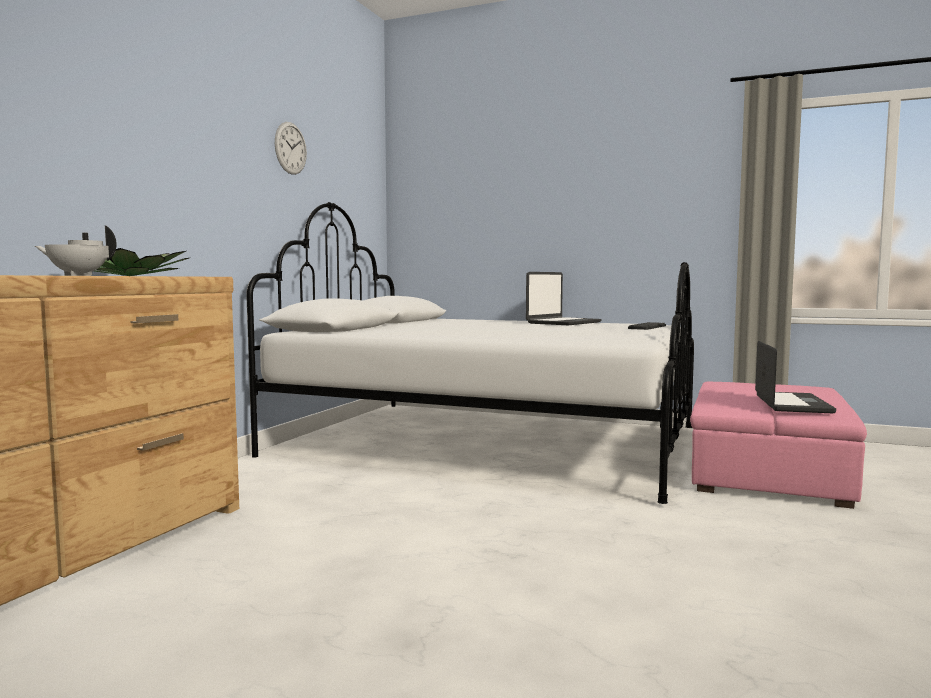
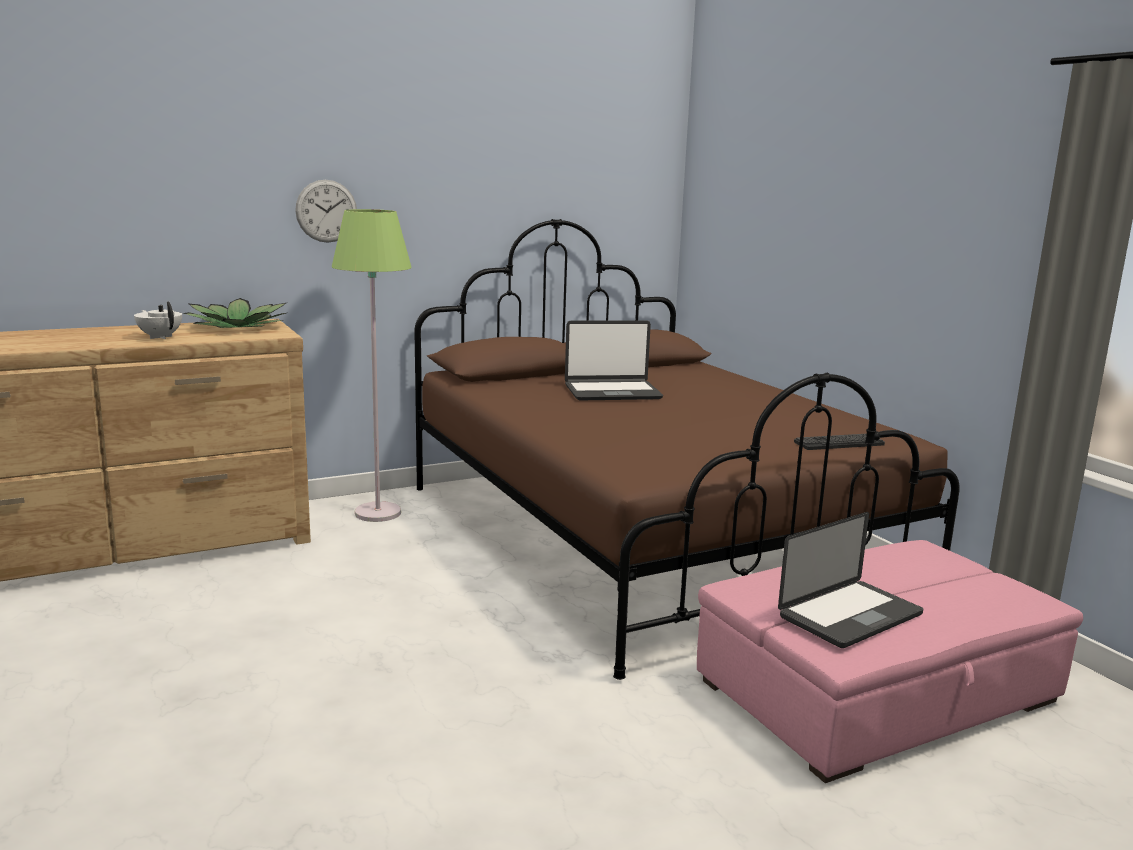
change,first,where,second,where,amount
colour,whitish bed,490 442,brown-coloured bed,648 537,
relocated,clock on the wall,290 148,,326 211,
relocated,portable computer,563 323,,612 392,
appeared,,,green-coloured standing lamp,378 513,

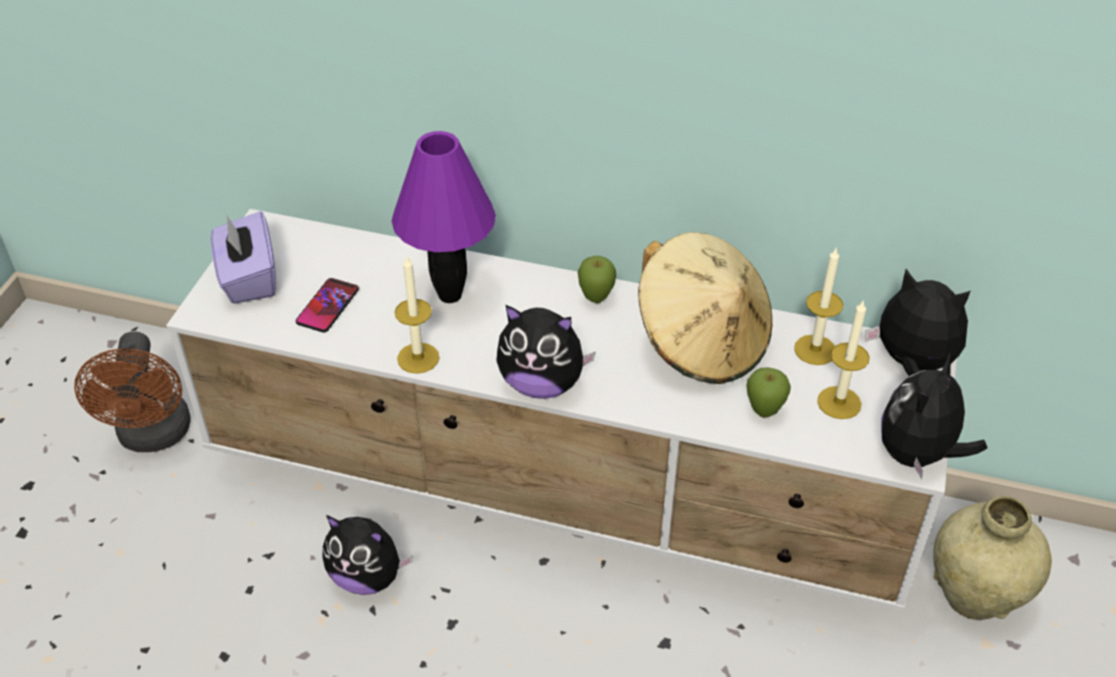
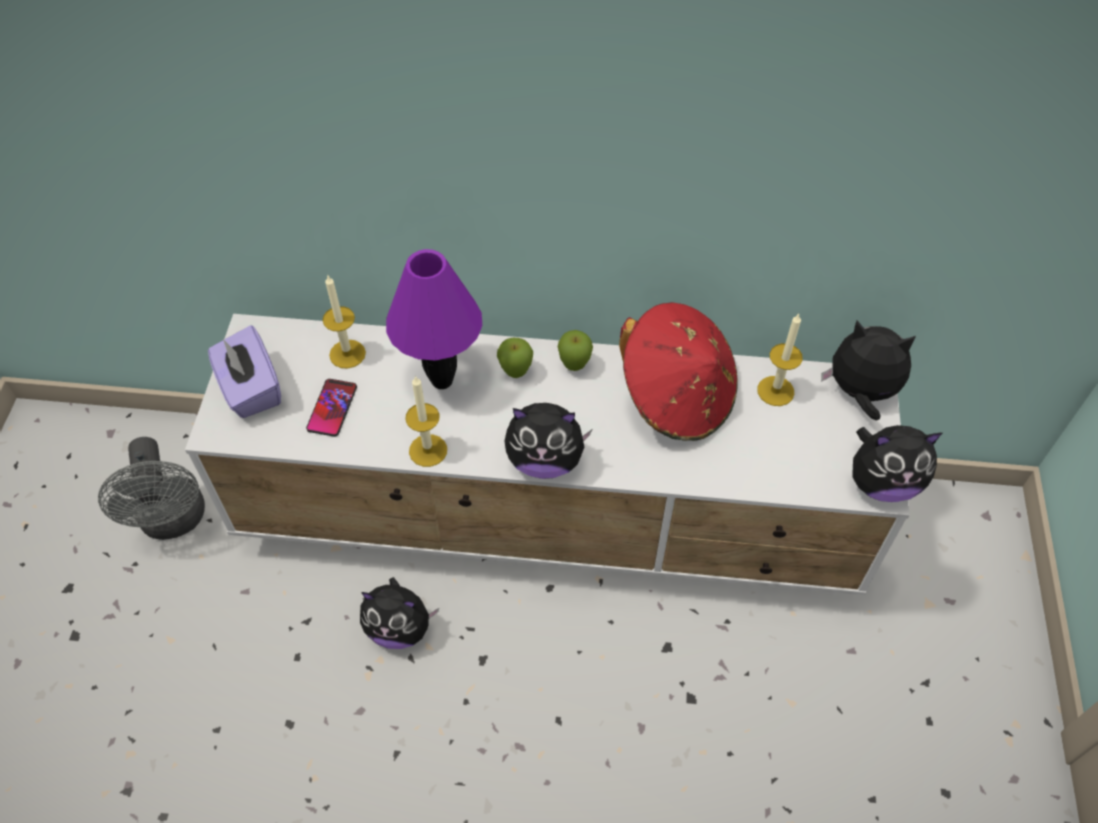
change,first,where,second,where,amount
colour,brown-coloured fan,154 436,gray fan,174 521,
colour,beige clothing hat,702 341,red clothing hat,676 396,
relocated,whole apple,764 412,,515 373,
relocated,candle,839 402,,347 354,
spun,cuddly toy,918 455,,882 482,120 degrees counterclockwise
missing,beige decorative vase,975 596,,,

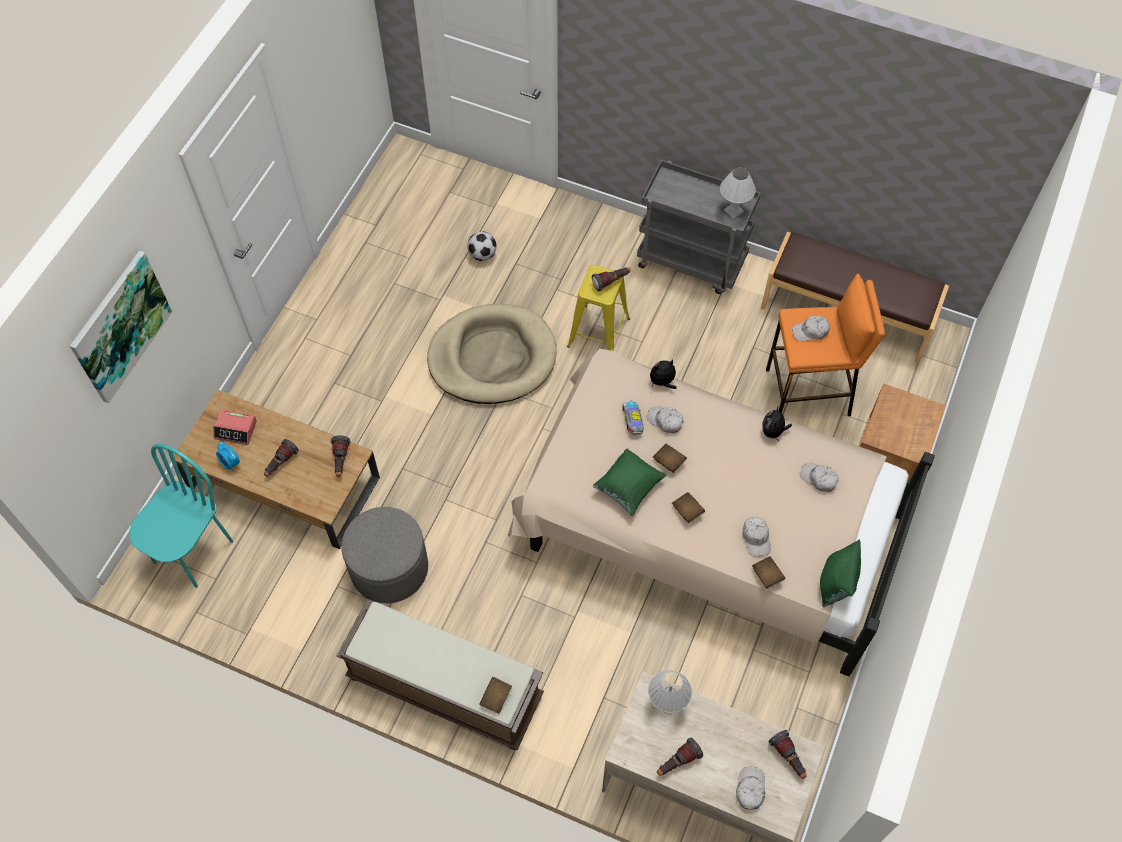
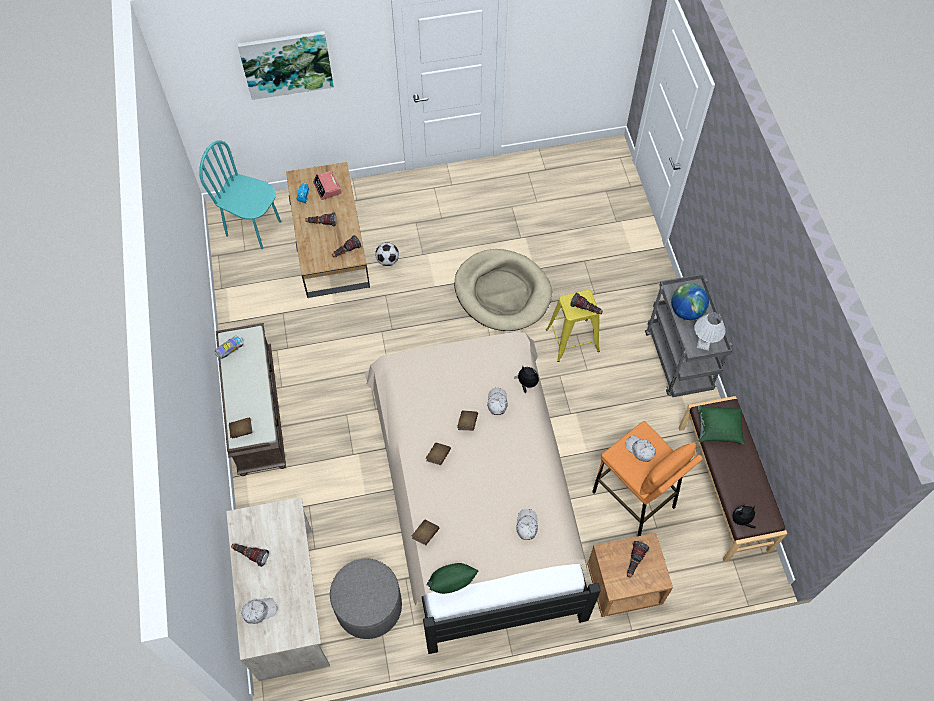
change,first,where,second,where,amount
spun,blue-green plain chair,193 551,,254 228,150 degrees counterclockwise
relocated,gray ottoman,389 568,,369 606,
relocated,ball for football,482 255,,387 260,
relocated,green-coloured pillow,628 488,,717 429,
relocated,miniature car,633 421,,229 350,
missing,whitish lamp for a table,666 704,,,
missing,whitish cap,756 538,,,
relocated,cuddly toy,773 432,,741 520,
relocated,torch,788 758,,634 562,
appeared,,,desk globe,686 311,

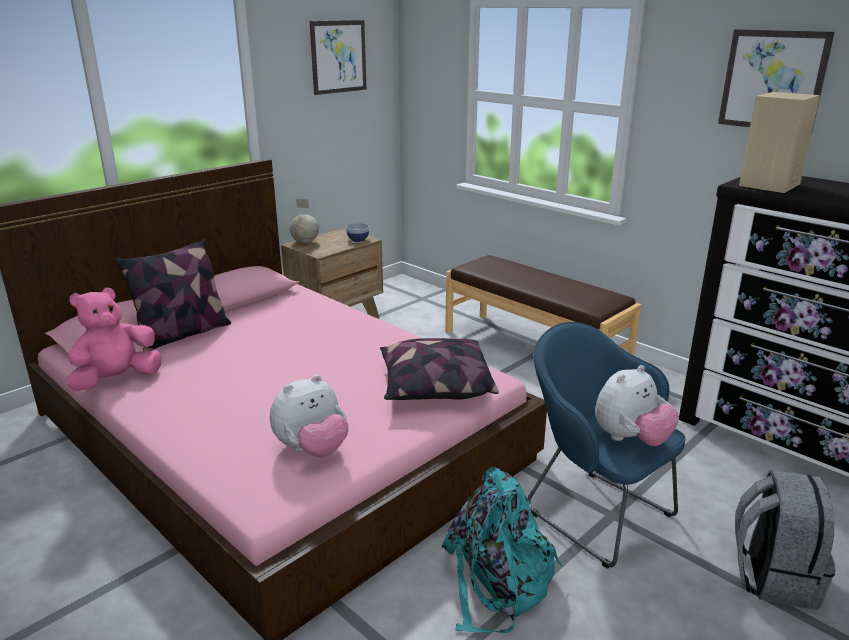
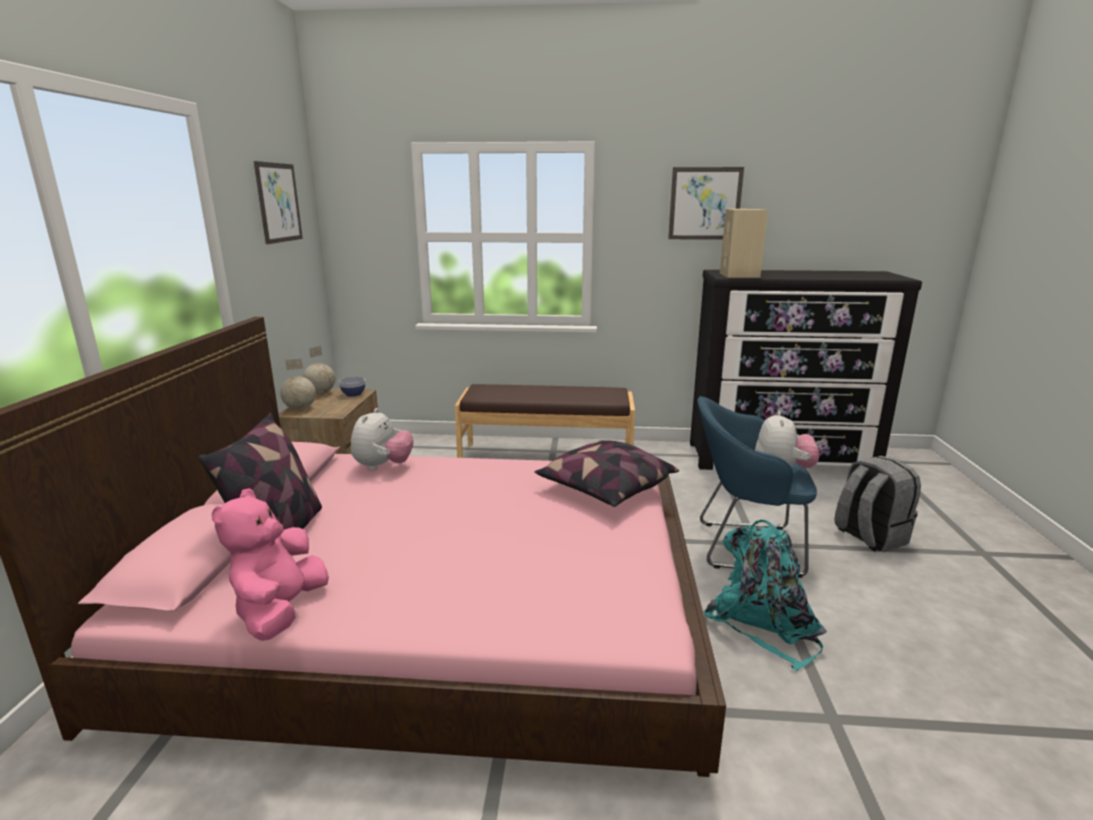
change,first,where,second,where,amount
relocated,cuddly toy,312 450,,383 466,
appeared,,,desk globe,320 393,

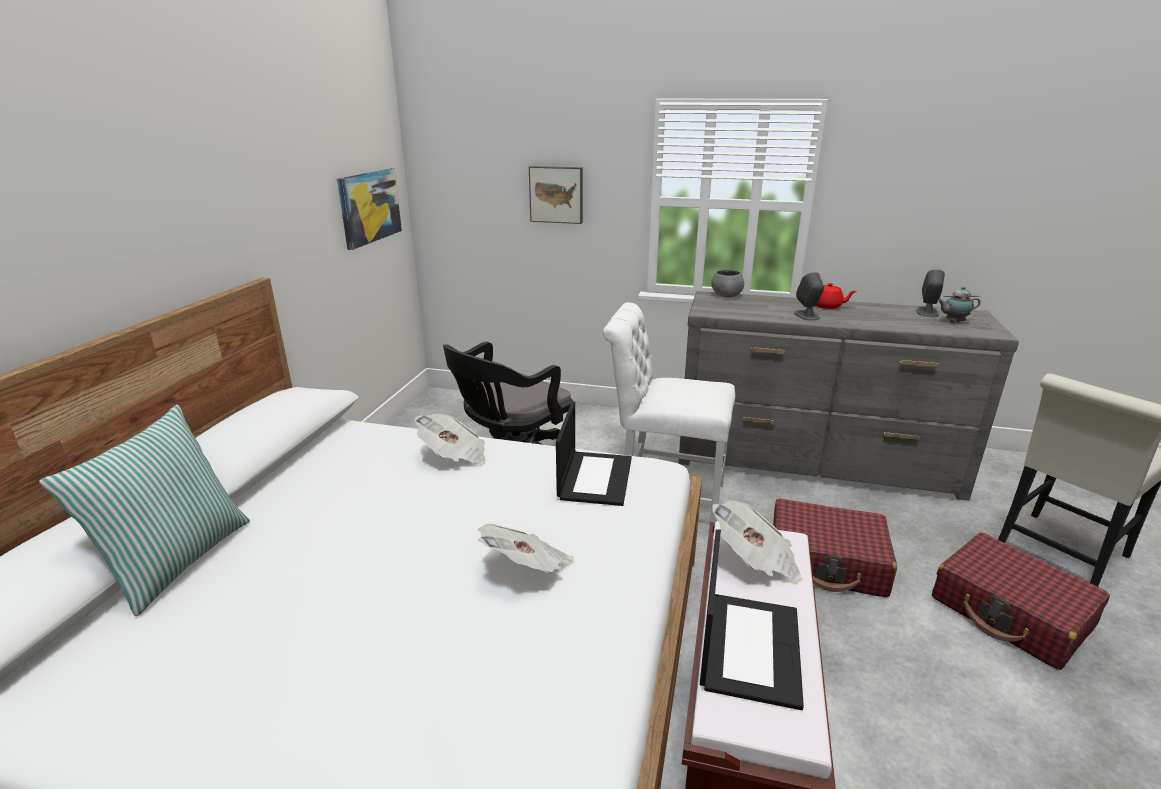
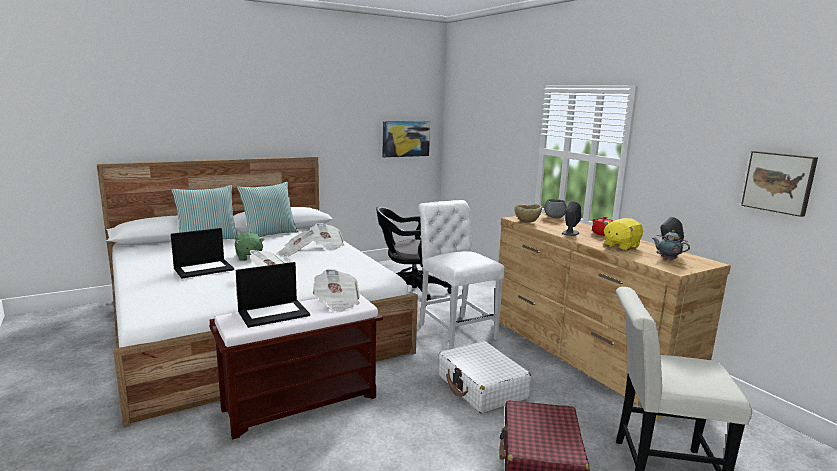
change,first,where,second,where,amount
relocated,wall picture,556 194,,779 182,
relocated,portable computer,594 477,,204 269,
colour,gray chest of drawers,815 461,brown-coloured chest of drawers,584 356,
colour,red piece of luggage,826 561,whitish piece of luggage,482 387,
appeared,,,green-coloured cuddly toy,249 257,
appeared,,,pillow,269 234,
appeared,,,printed paper,296 253,
appeared,,,beige deep dish,527 222,
appeared,,,yellowish cuddly toy,620 246,

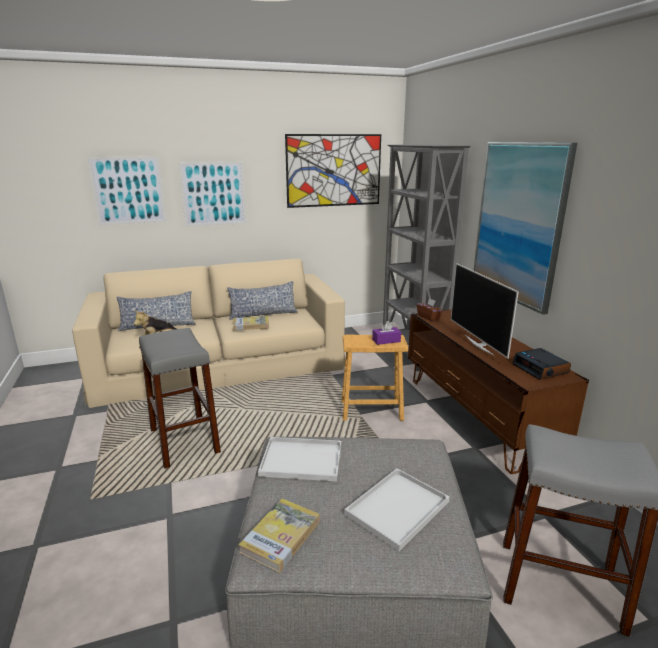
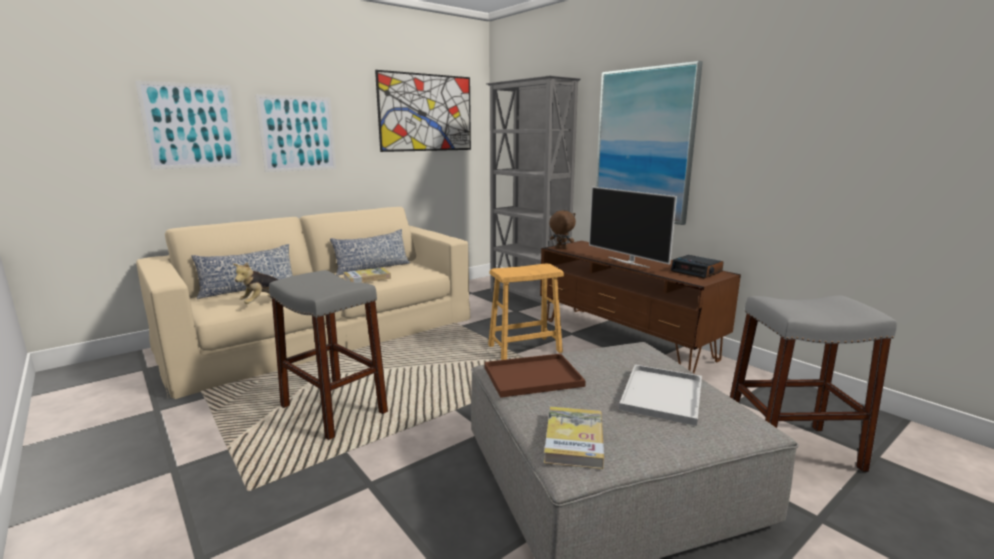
change,first,where,second,where,amount
colour,whitish carrying tray,303 459,brown-coloured carrying tray,534 376,
missing,purple-coloured tissue holder,386 340,,,
exchanged,brown-coloured tissue holder,429 317,brown-coloured cuddly toy,561 248,

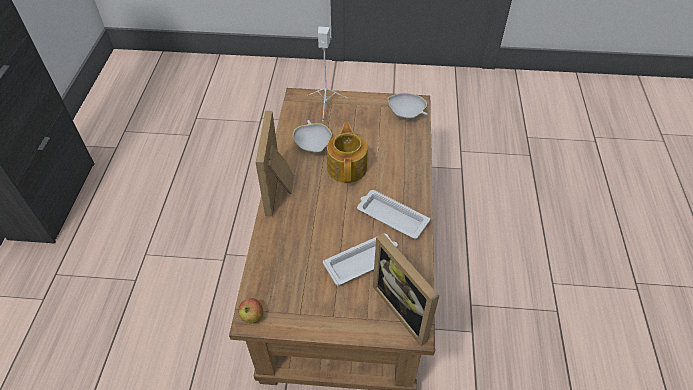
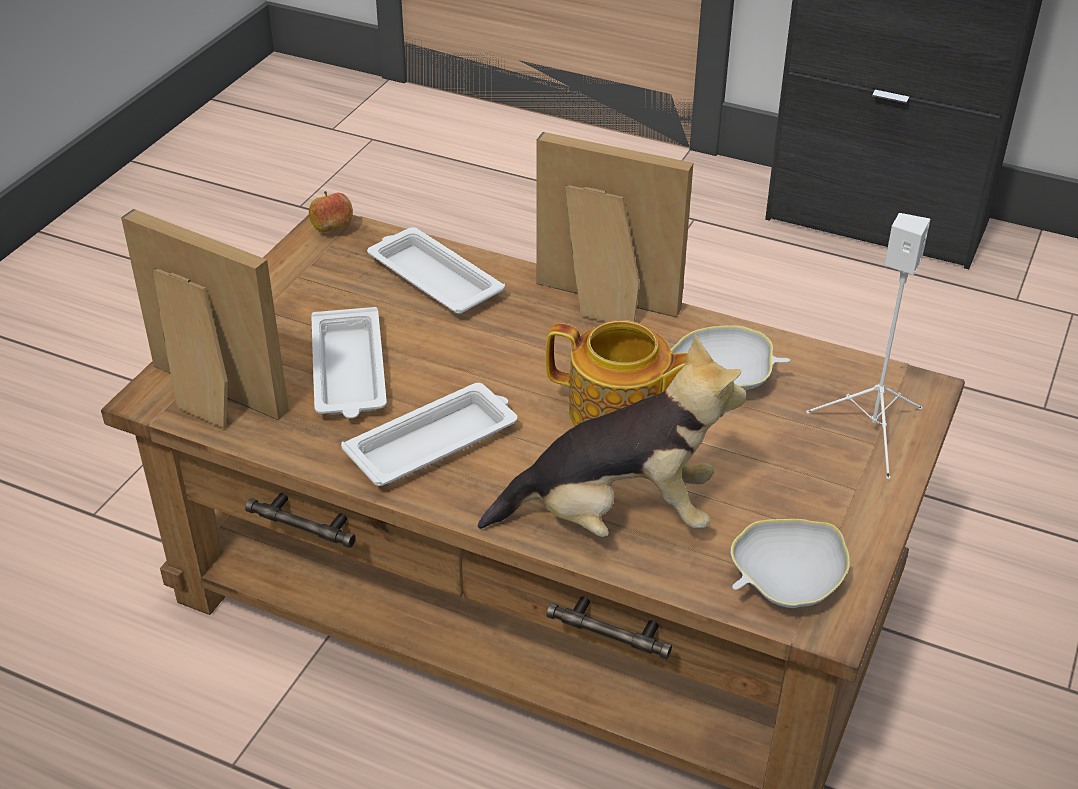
change,first,where,second,where,amount
spun,photo frame,406 308,,207 399,45 degrees clockwise
appeared,,,whitish carrying tray,433 278,
appeared,,,cuddly toy,616 517,

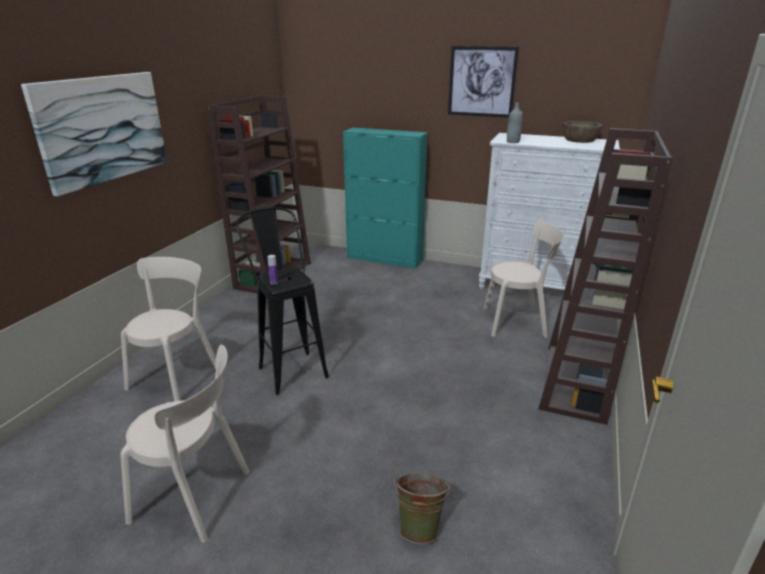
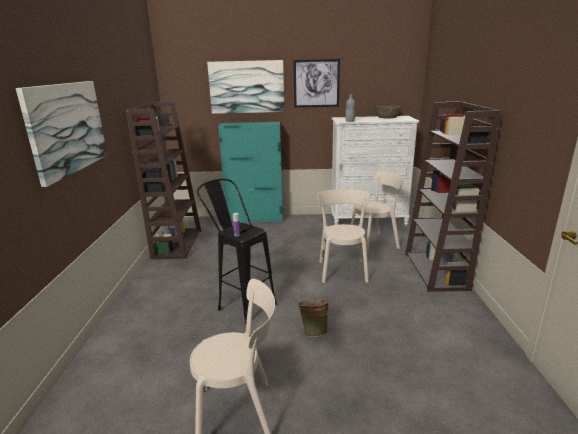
change,first,where,second,where,amount
relocated,beige plain chair,177 376,,342 270,
relocated,green-coloured bucket,420 526,,314 331,
appeared,,,wall picture,246 87,

